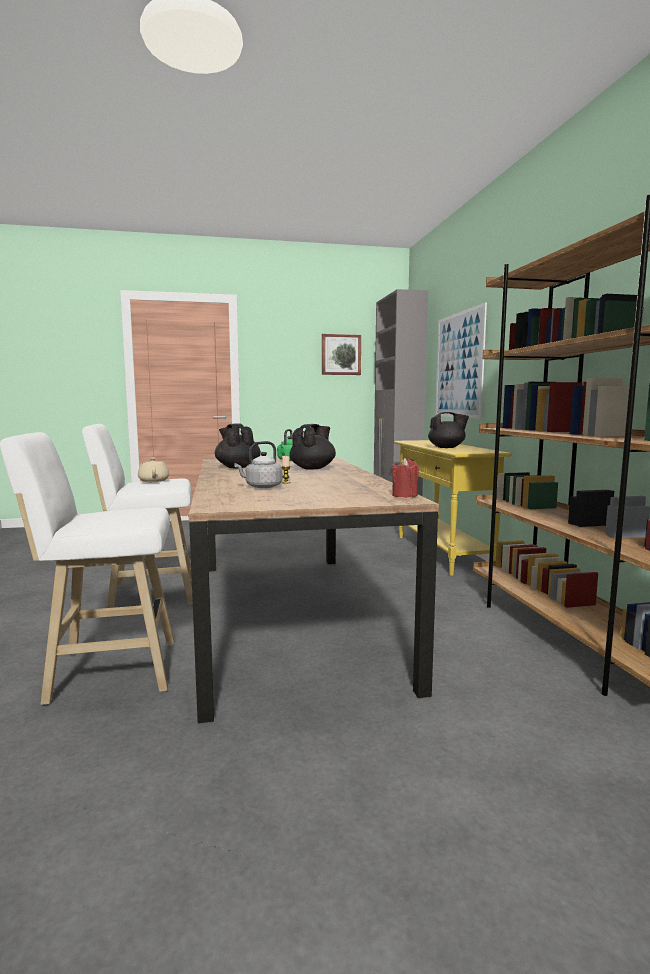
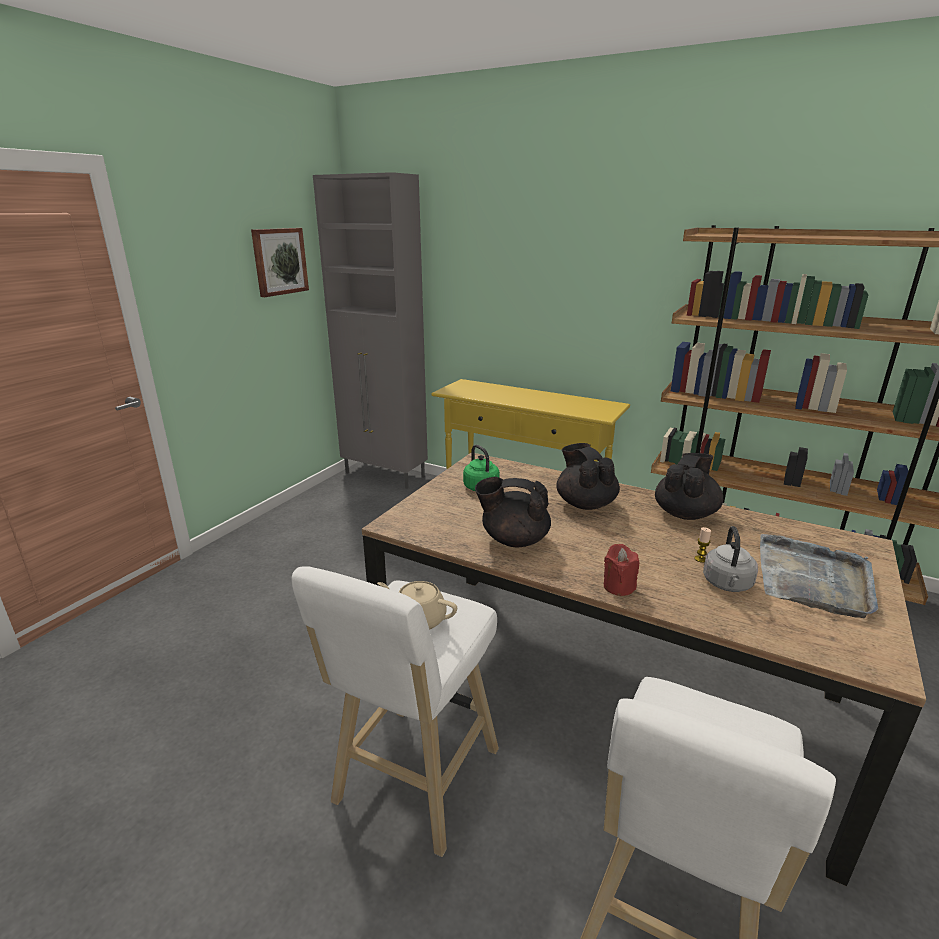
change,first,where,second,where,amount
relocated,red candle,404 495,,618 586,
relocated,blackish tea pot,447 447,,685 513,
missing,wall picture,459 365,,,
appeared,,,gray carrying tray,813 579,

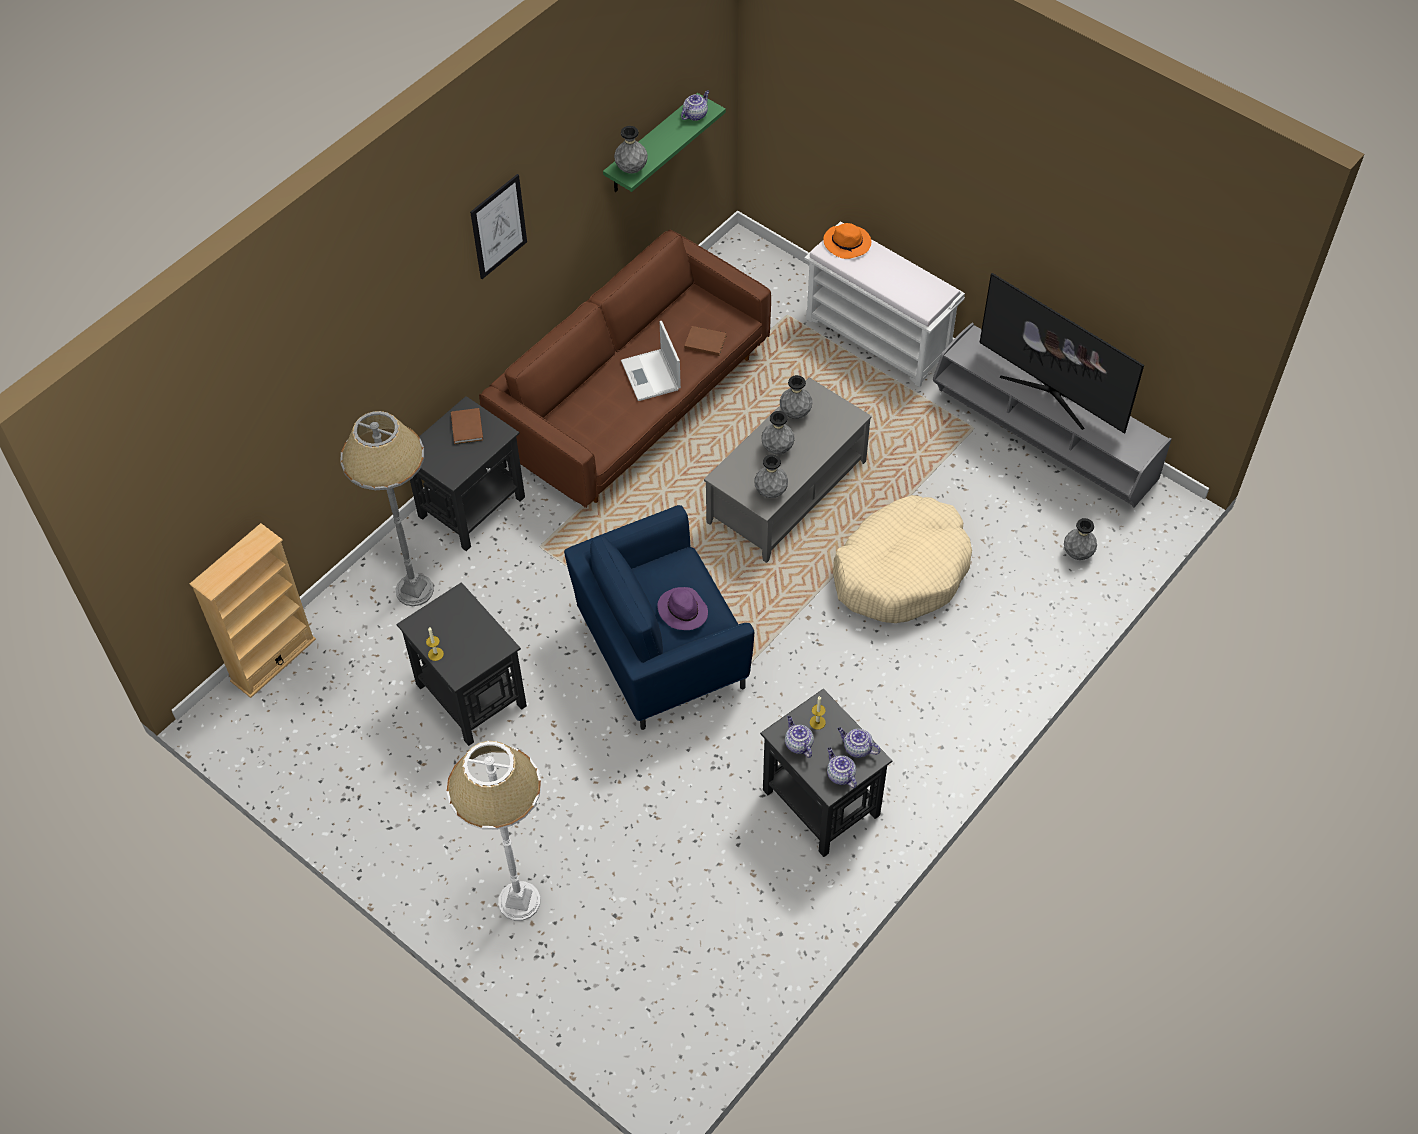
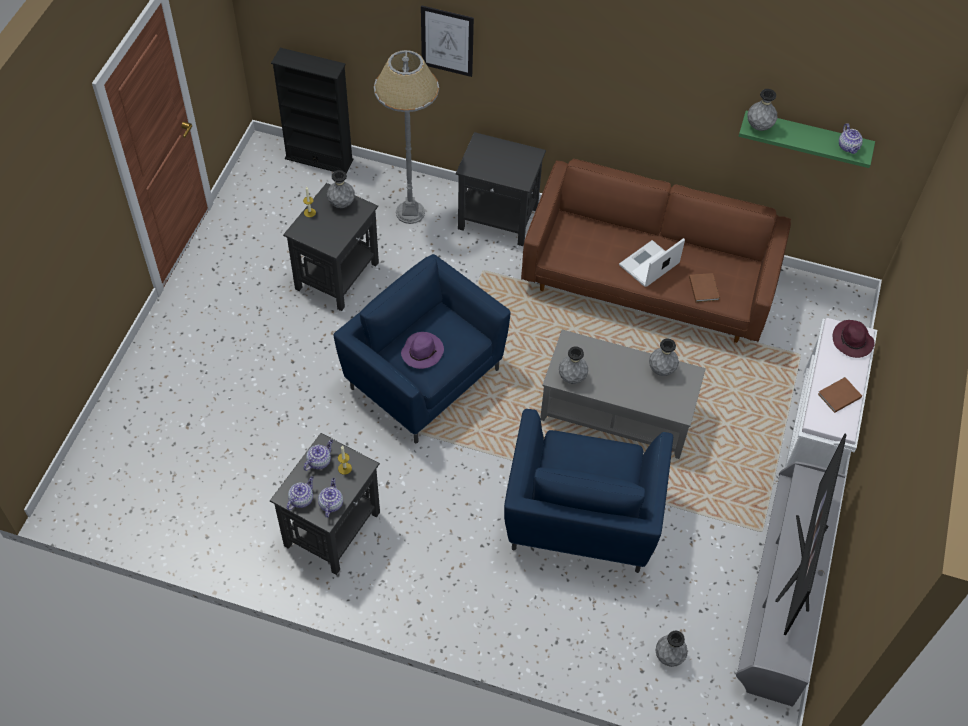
change,first,where,second,where,amount
colour,beige bookshelf,273 660,blackish bookshelf,319 159,
missing,whitish standing lamp,519 901,,,
relocated,brown-coloured book,466 428,,838 396,
relocated,wall picture,498 226,,447 41,
spun,tea pot,695 114,,848 147,60 degrees clockwise
relocated,gray decorative vase,777 448,,341 204,
colour,orangey clothing hat,848 243,purple-coloured clothing hat,852 341,
exchanged,beige dog bed,901 570,blue easy chair,580 519,

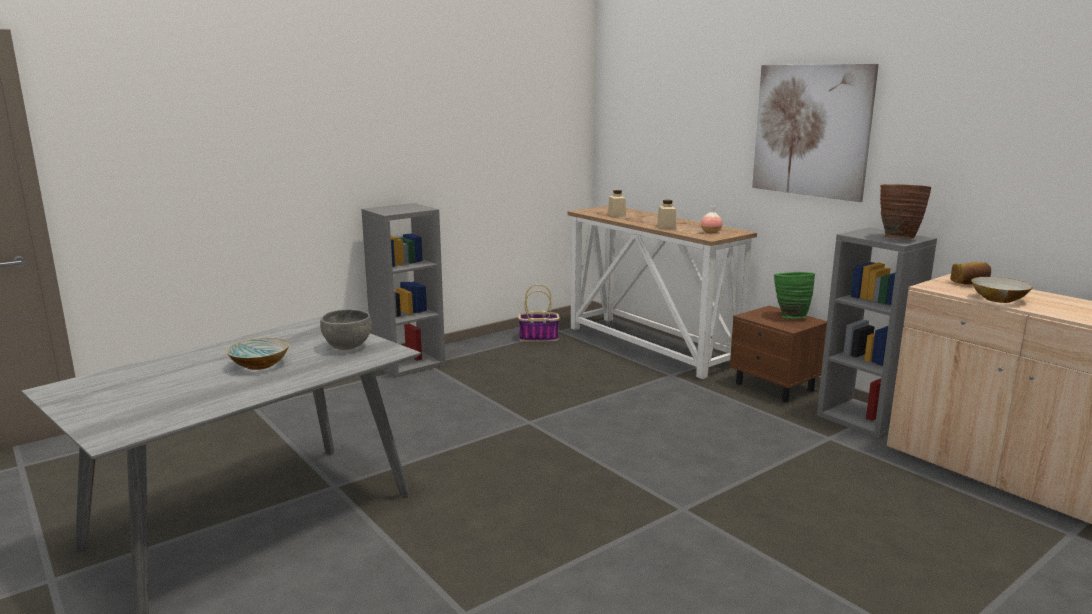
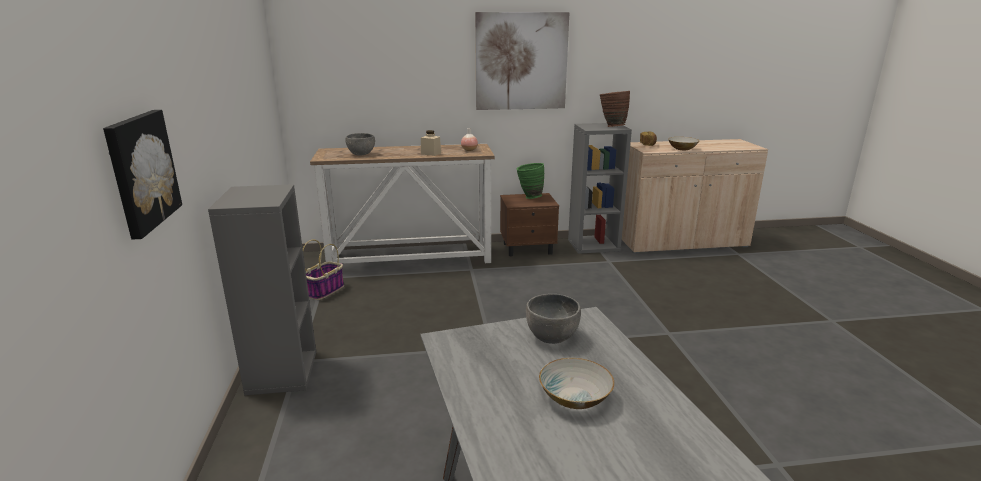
change,first,where,second,where,amount
exchanged,beige storage jar,616 215,gray deep dish,361 154,
appeared,,,wall picture,141 171,

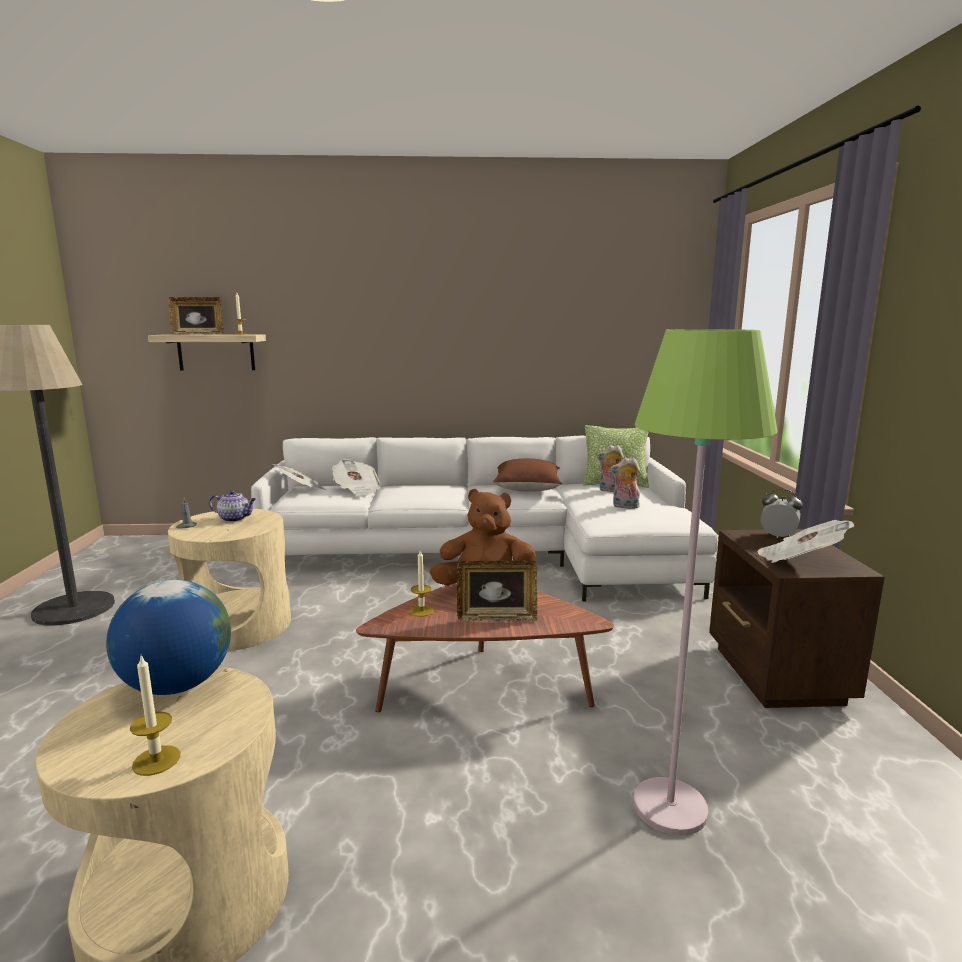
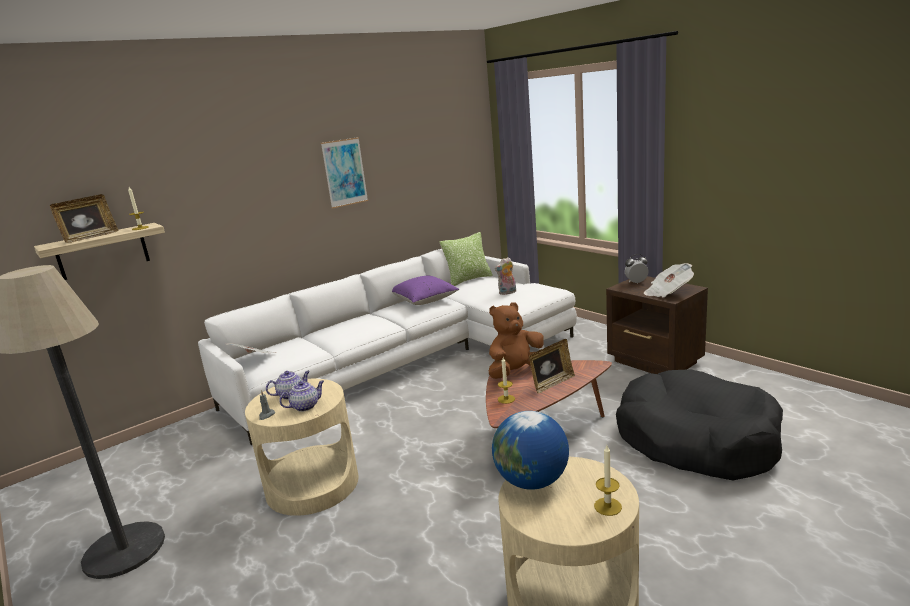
change,first,where,second,where,amount
missing,printed paper,357 490,,,
colour,brown-coloured pillow,527 489,purple-coloured pillow,424 301,
missing,cuddly toy,610 490,,,
exchanged,green-coloured standing lamp,670 807,blackish dog bed,696 440,
appeared,,,tea pot,305 406,
appeared,,,wall picture,344 172,

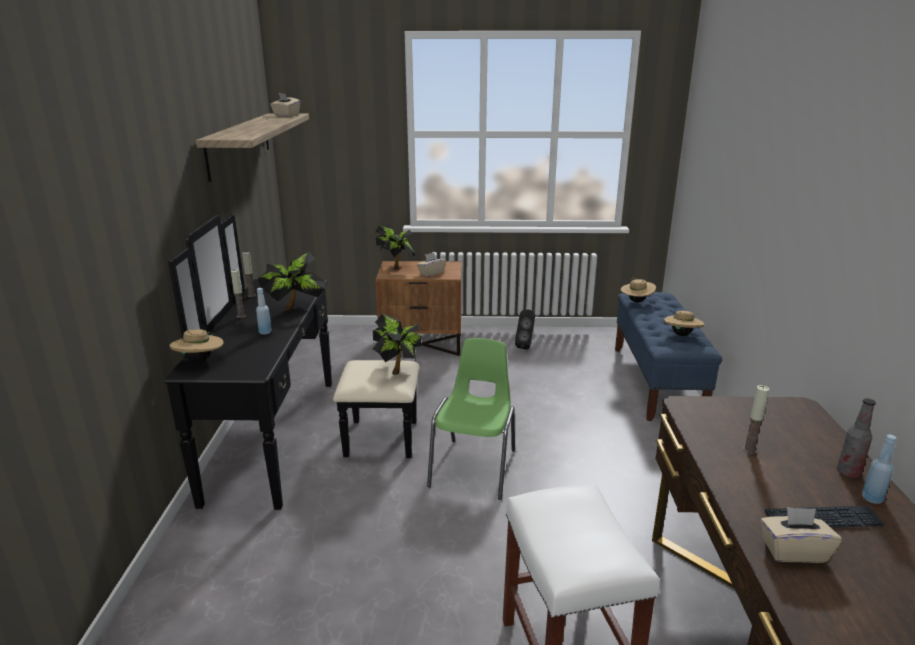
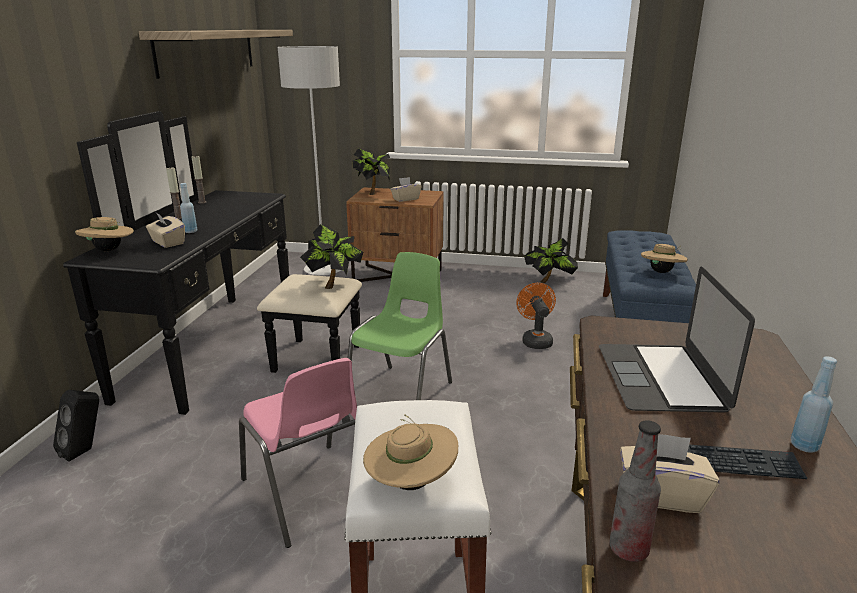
change,first,where,second,where,amount
relocated,plant in a pot,296 308,,549 282,
relocated,beige tissue holder,286 115,,167 242,
relocated,blackish loudspeaker,526 346,,85 451,
relocated,beige clothing hat,636 301,,410 482,
exchanged,candle,749 450,portable computer,661 377,
relocated,drink bottle,848 473,,628 549,
appeared,,,pink plain chair,309 494,
appeared,,,gray standing lamp,323 270,
appeared,,,orangey fan,535 340,

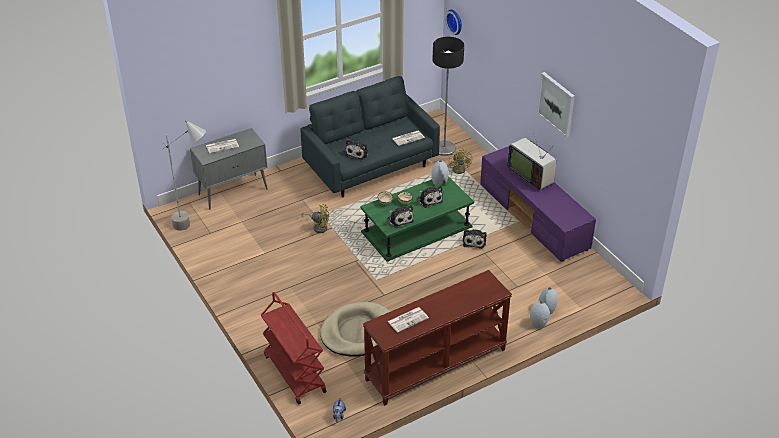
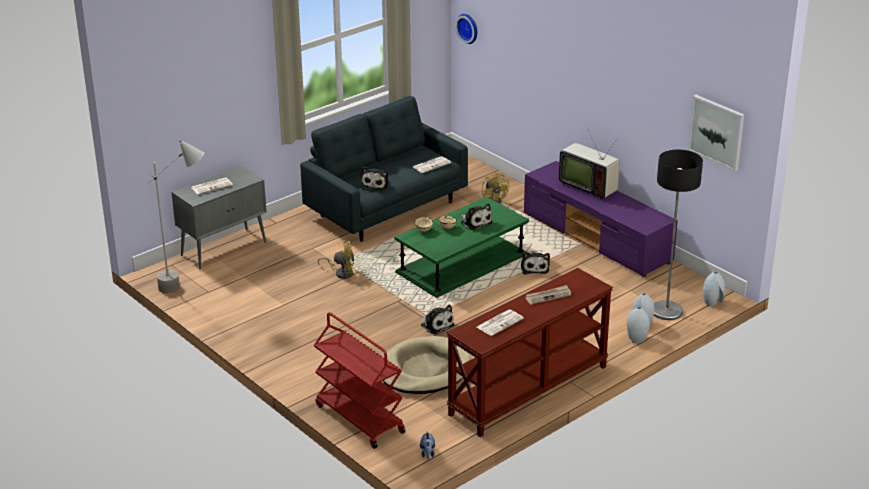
change,first,where,second,where,amount
relocated,cuddly toy,399 219,,436 324,
relocated,gray decorative vase,440 182,,713 302,
relocated,standing lamp,444 149,,667 311,
relocated,wall picture,556 104,,716 132,
appeared,,,printed paper,548 296,

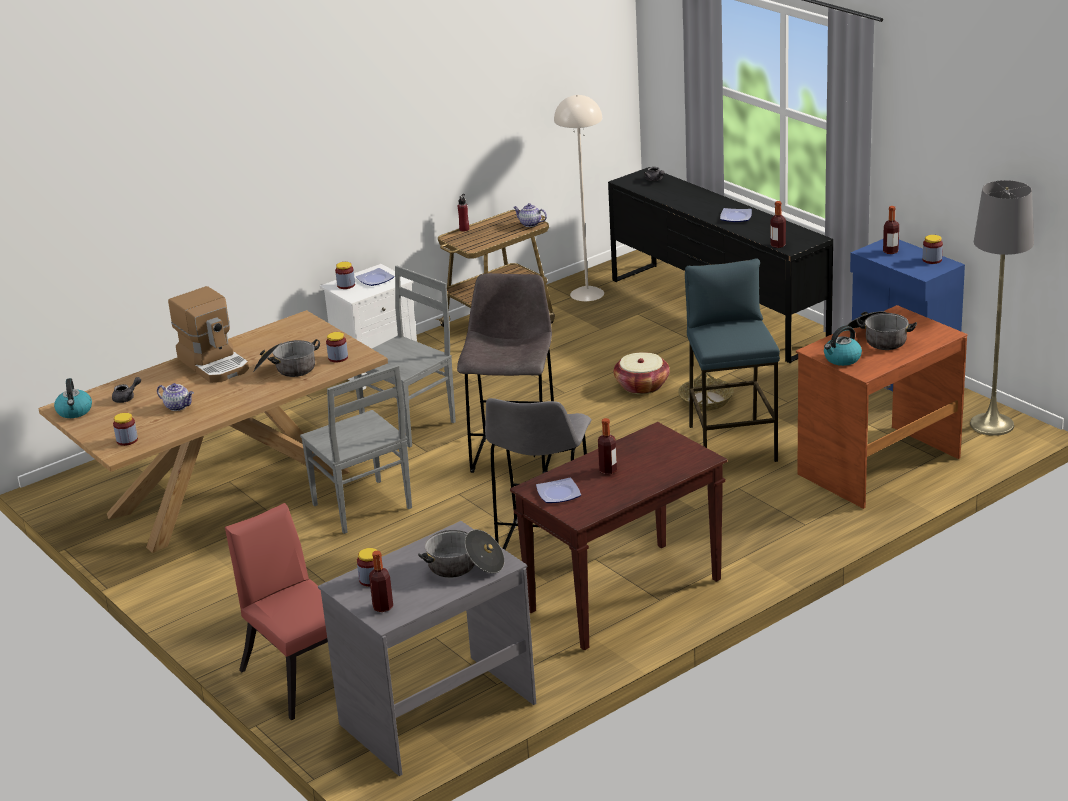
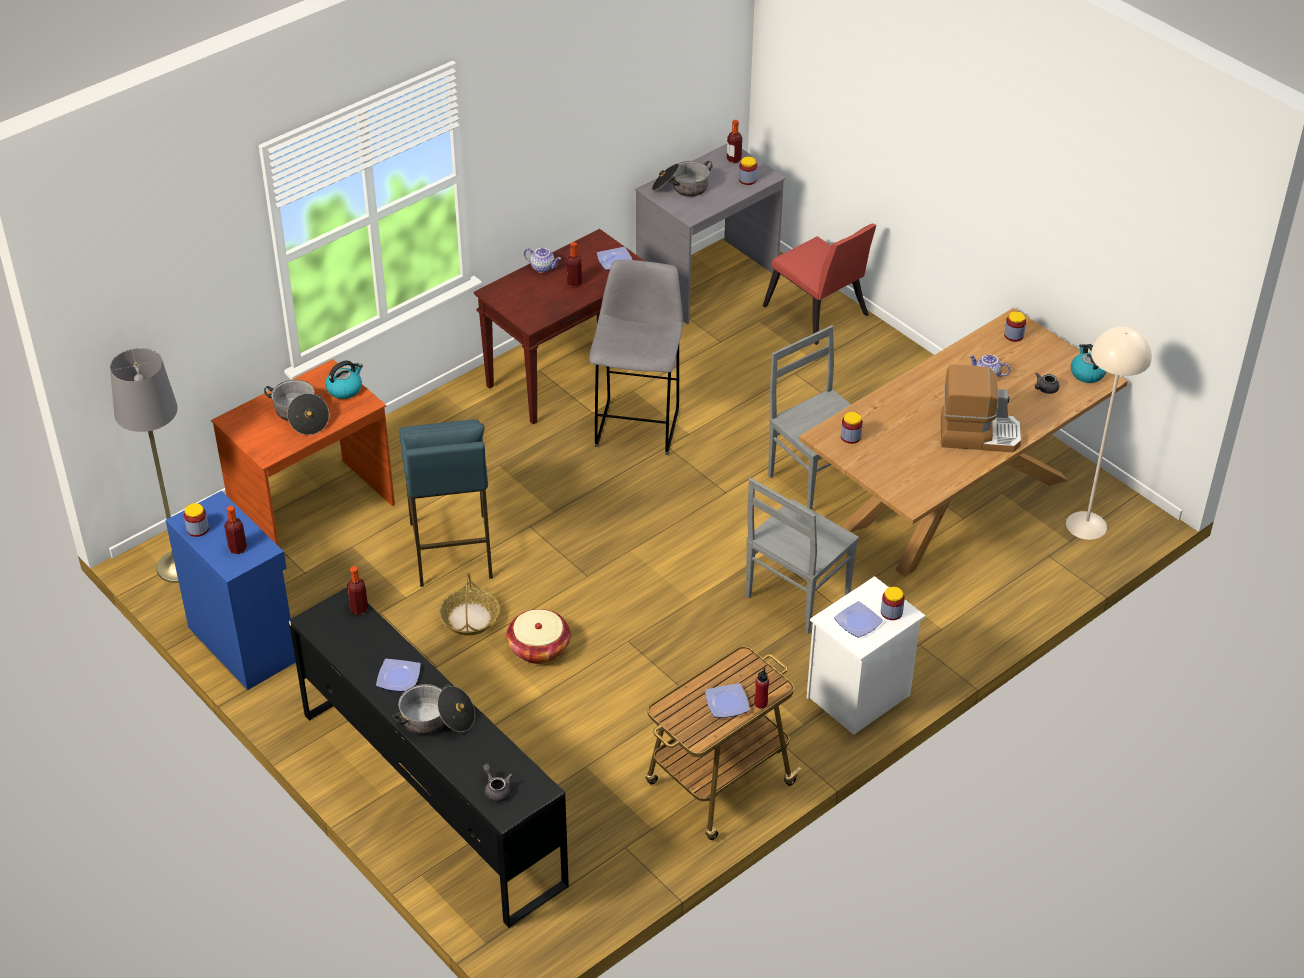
change,first,where,second,where,amount
spun,coffee maker,215 364,,978 434,135 degrees clockwise
relocated,cooking pot,286 369,,436 720,
missing,gray sitting stool,515 454,,,
relocated,tea pot,530 224,,543 267,
relocated,beige standing lamp,587 293,,1085 525,
appeared,,,flat dish,726 704,

